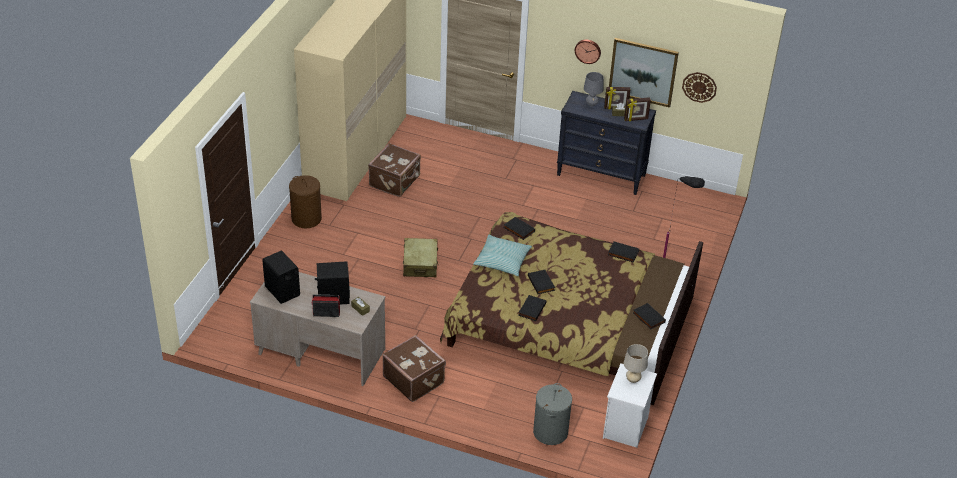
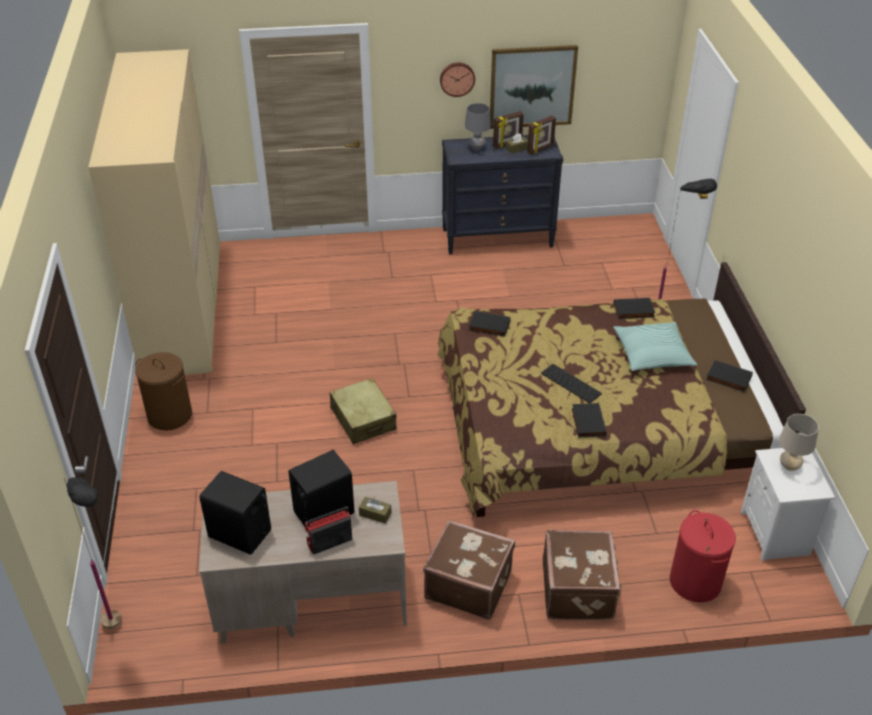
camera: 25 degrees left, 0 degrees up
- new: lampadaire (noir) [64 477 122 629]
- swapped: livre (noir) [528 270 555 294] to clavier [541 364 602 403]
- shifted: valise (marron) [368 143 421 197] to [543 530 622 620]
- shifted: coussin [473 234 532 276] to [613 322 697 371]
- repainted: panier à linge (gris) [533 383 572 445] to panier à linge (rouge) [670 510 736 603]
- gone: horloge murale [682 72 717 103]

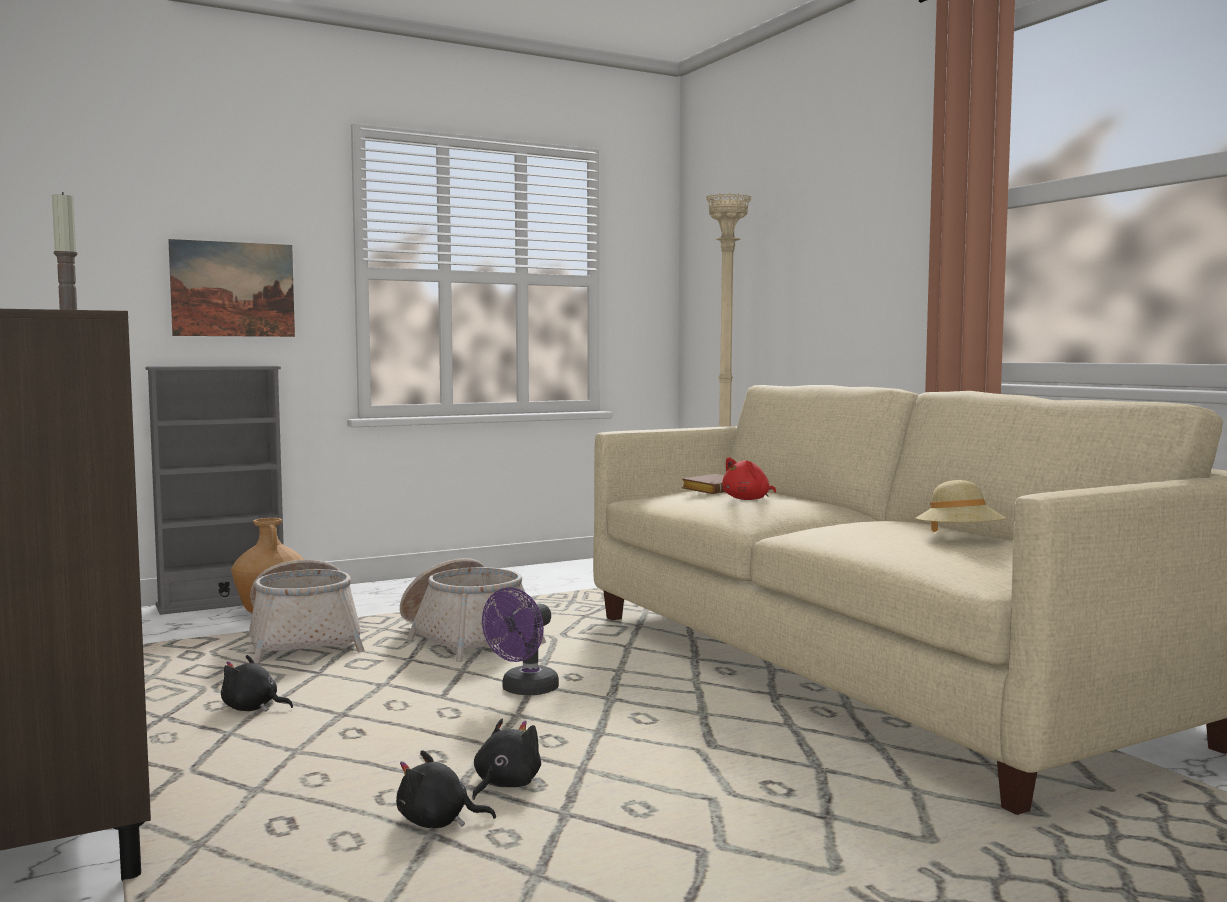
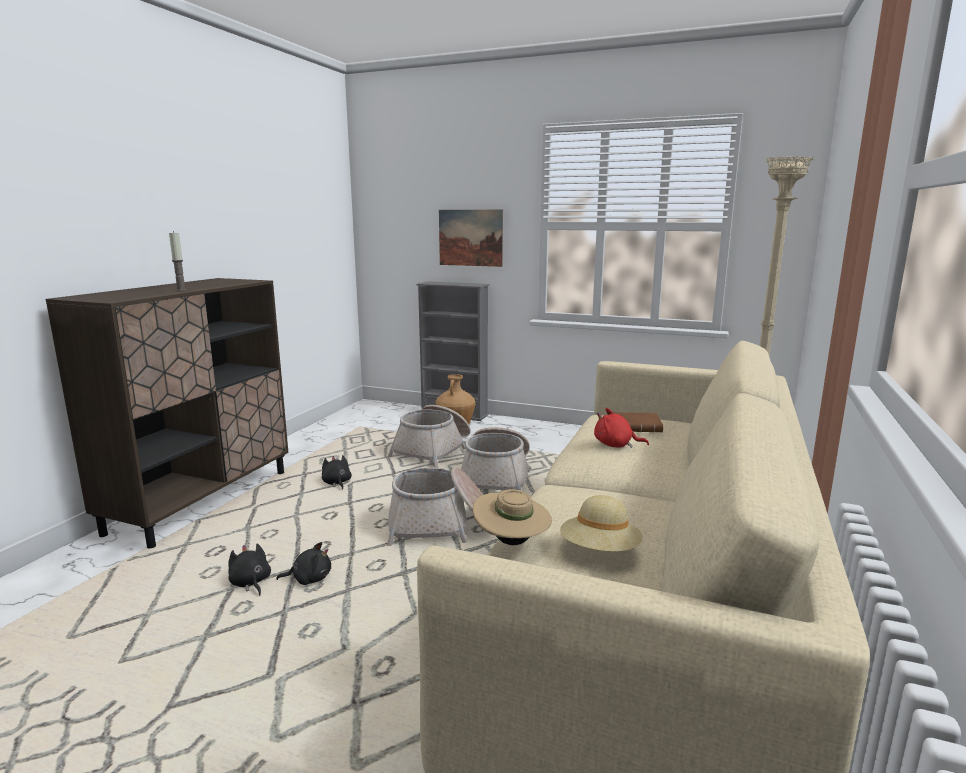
camera: 50 degrees right, 10 degrees up
- swapped: ventilateur (violet) [482 587 559 695] to panier [387 467 483 546]
- new: chapeau (beige) [473 489 552 545]

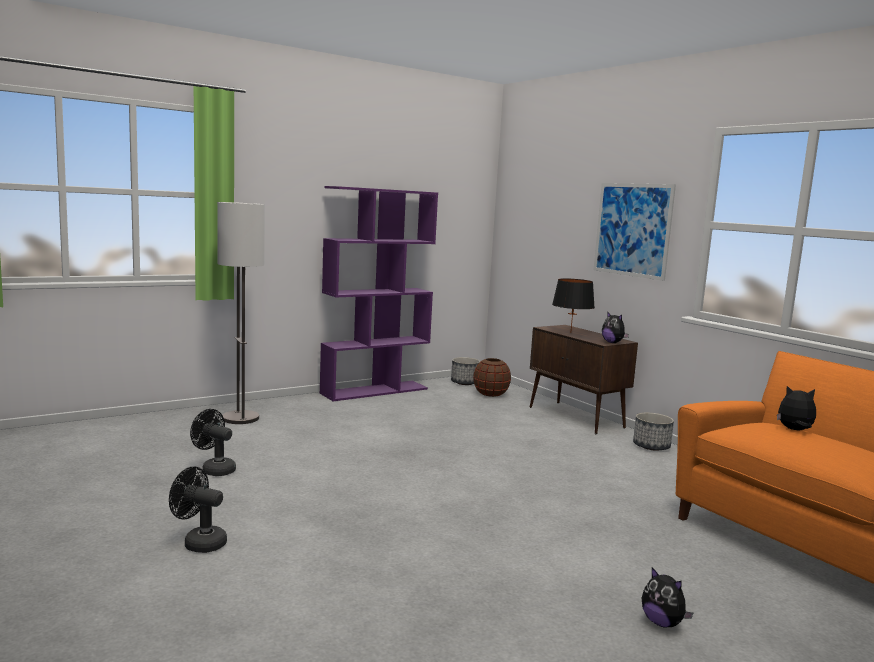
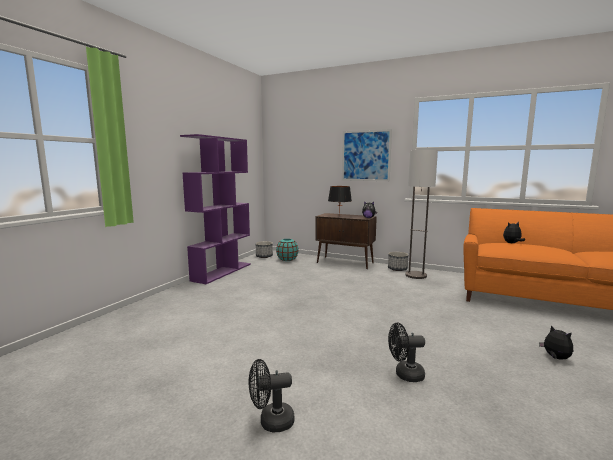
camera: 30 degrees left, 0 degrees up
- repainted: vase (marron) [473 358 511 397] to vase (turquoise) [276 239 299 261]
- shifted: ventilateur (noir) [190 409 236 476] to [388 322 425 382]
- shifted: lampadaire [217 202 265 424] to [405 150 438 279]
- rotated: peluche [642 567 693 627] = [539 325 573 360] 135 degrees counterclockwise

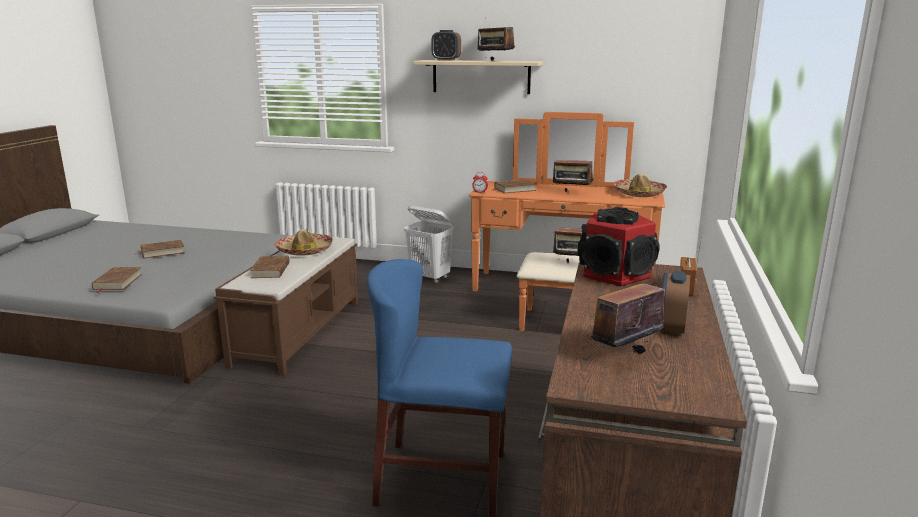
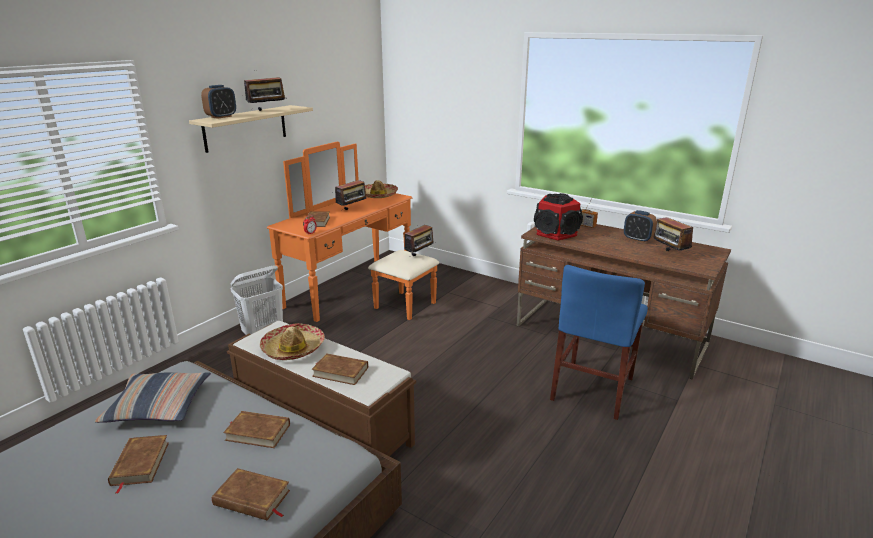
camera: 70 degrees left, 5 degrees up
- new: coussin [95 372 211 423]
- new: livre (marron) [223 411 290 448]

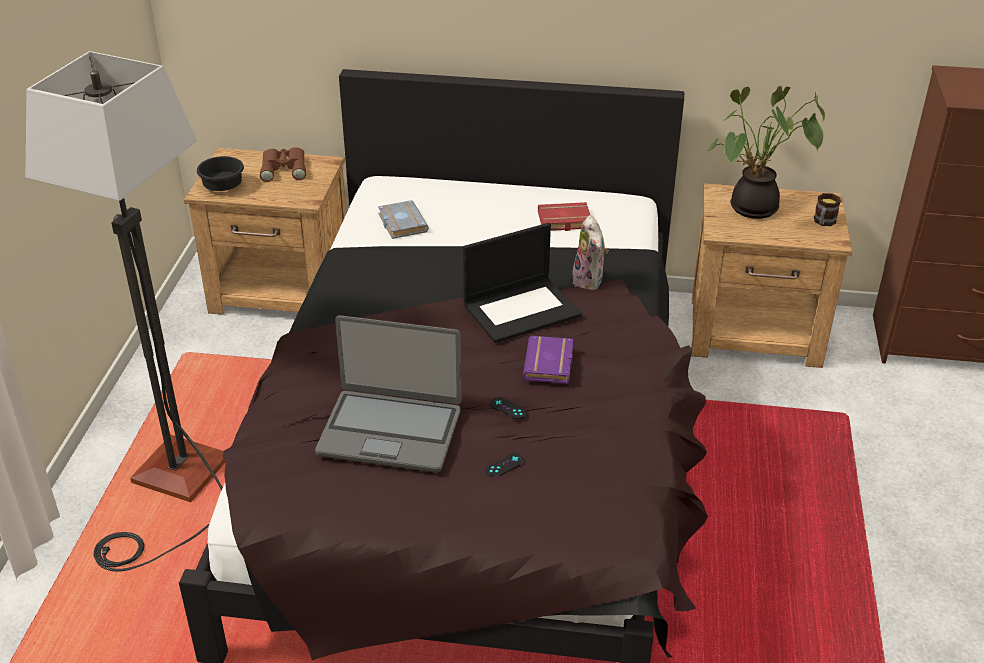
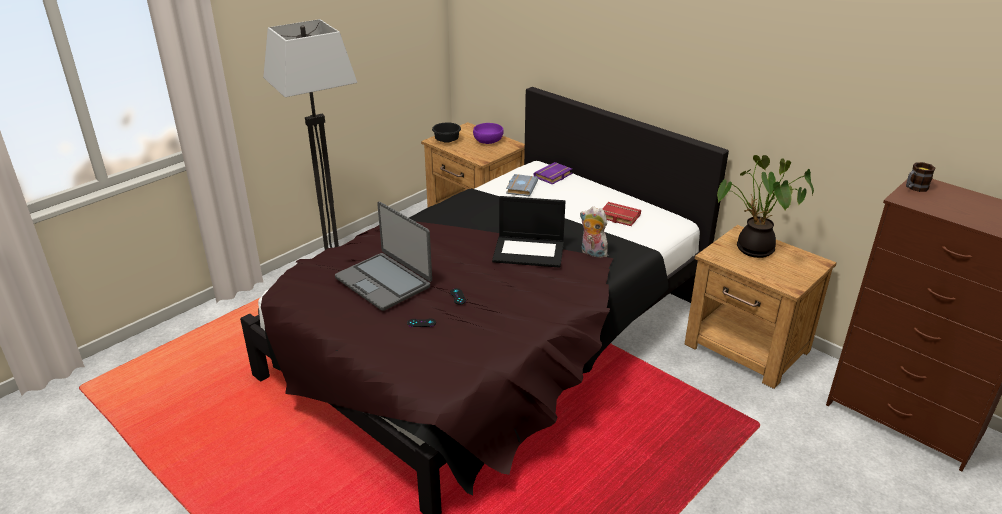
camera: 35 degrees right, 5 degrees down
- swapped: jumelles (marron) [260 147 306 182] to bol (violet) [473 123 504 144]
- shifted: livre (violet) [523 336 573 384] to [533 162 572 185]
- rotated: peluche [570 215 608 290] = [580 206 608 258] 105 degrees clockwise
- shifted: mug [814 193 841 226] to [906 162 936 192]

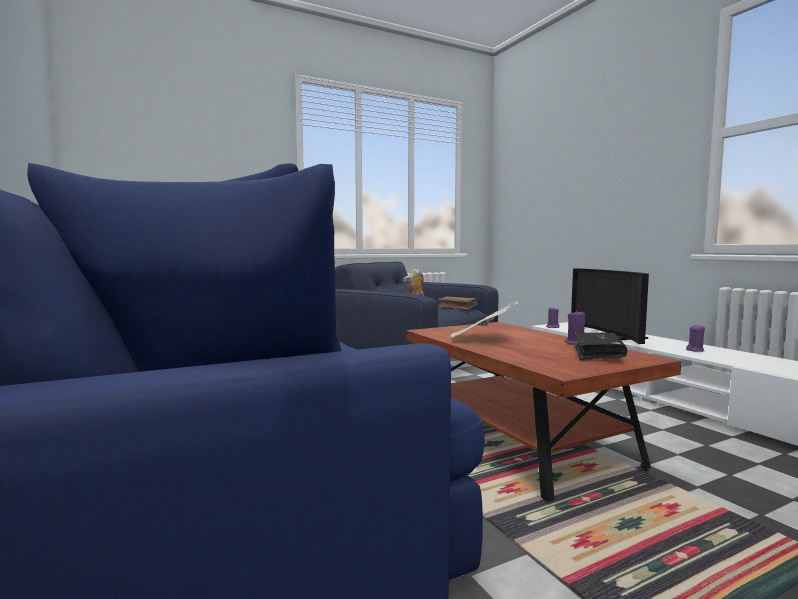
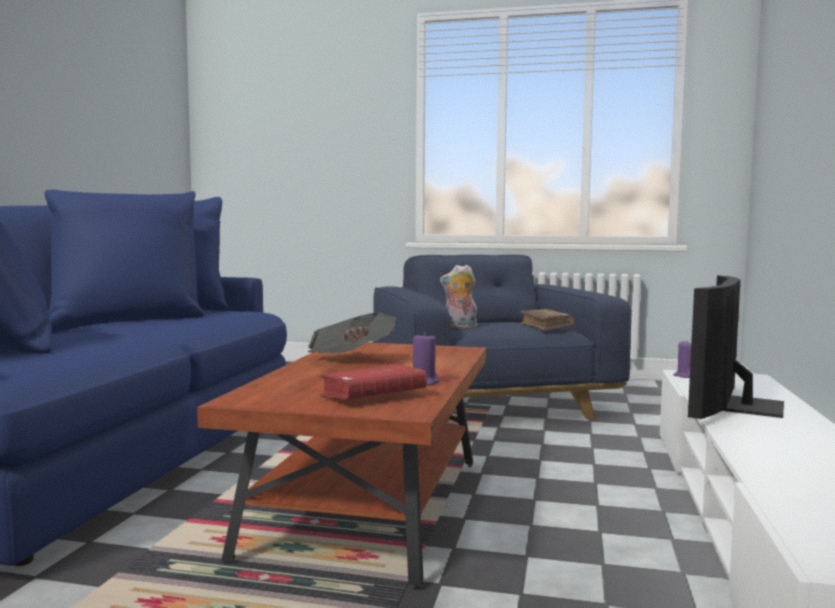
camera: 40 degrees right, 0 degrees up
- repainted: livre (noir) [575 332 627 360] to livre (rouge) [318 363 427 400]
- gone: bougie (violet) [686 325 705 352]

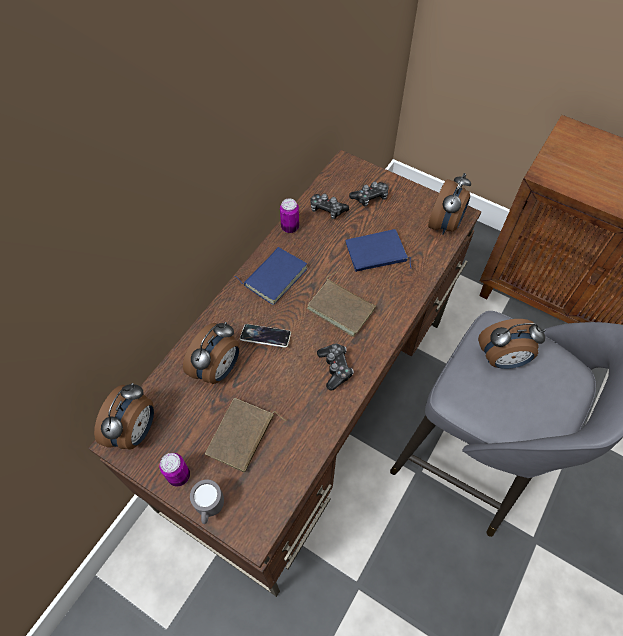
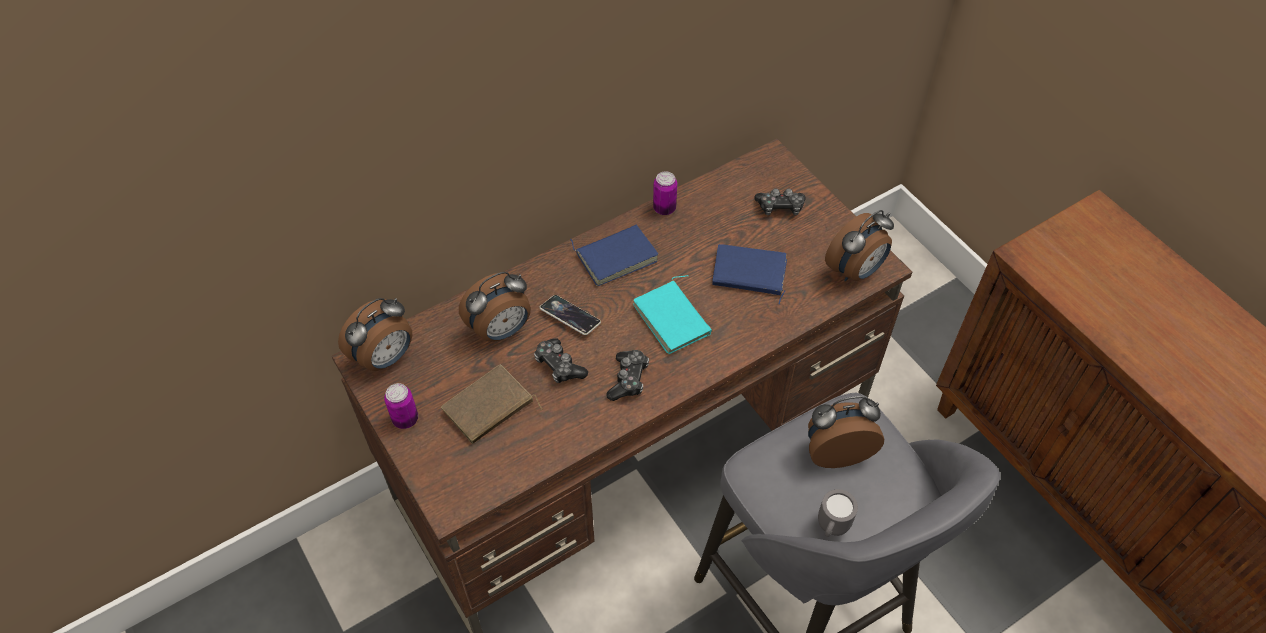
camera: 25 degrees right, 5 degrees down
- shifted: manette [310 194 349 219] to [534 338 588 383]
- repainted: livre (marron) [307 272 376 337] to livre (turquoise) [633 275 712 354]
- rotated: réveil [478 319 546 369] = [808 396 884 468] 150 degrees clockwise
- shifted: mug (gris) [190 480 224 524] to [818 489 858 537]

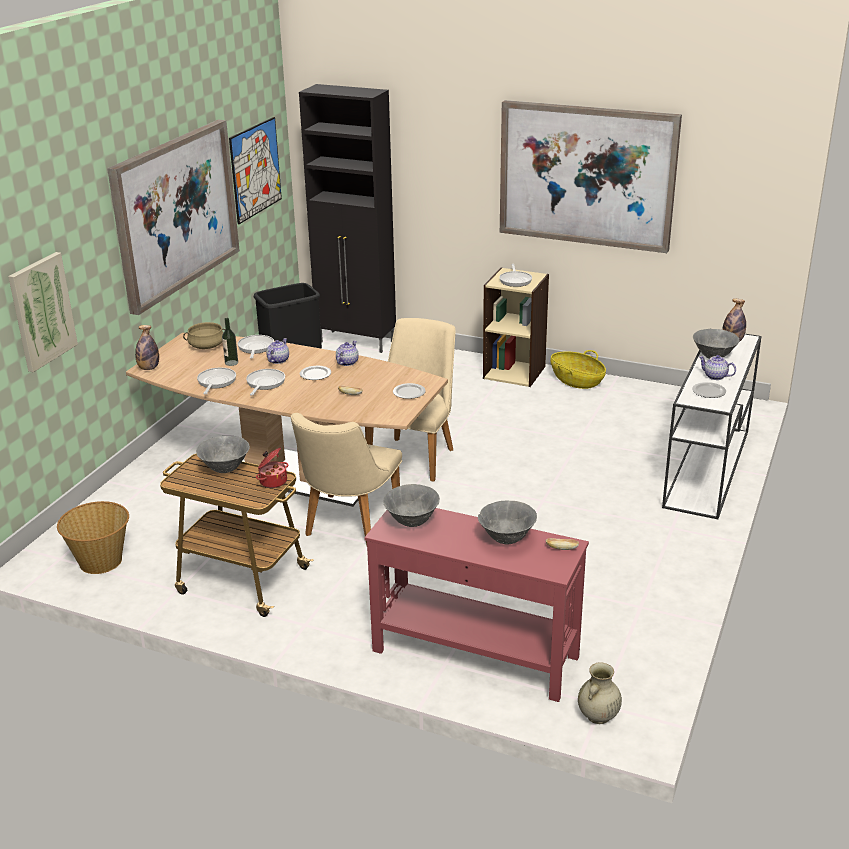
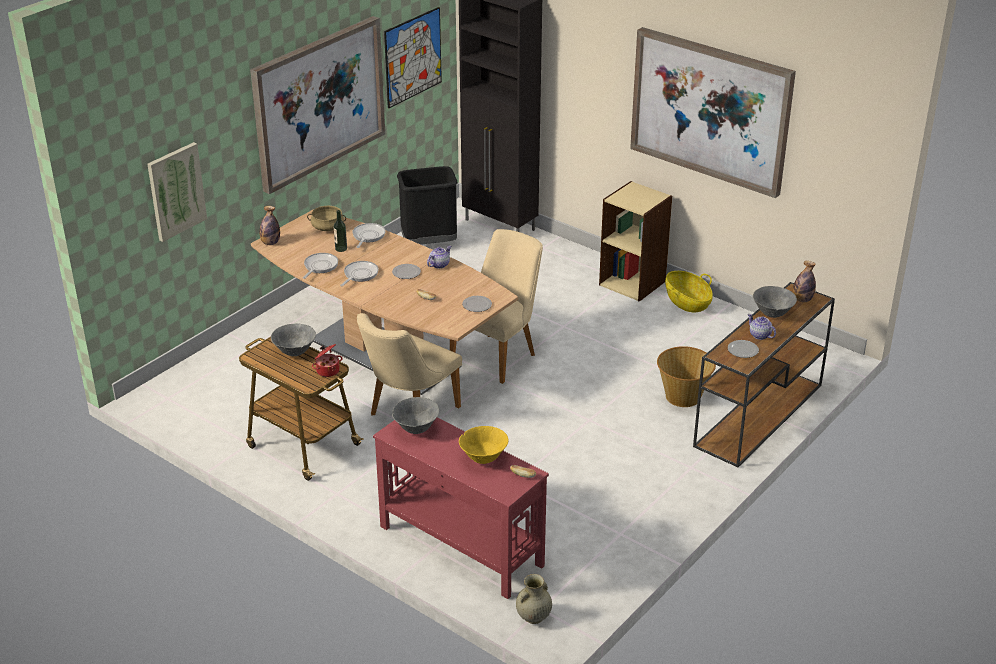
camera: 15 degrees right, 5 degrees up
- repainted: bol (gris) [478 500 537 545] to bol (jaune) [459 426 509 464]
- shifted: panier [57 501 129 574] to [657 346 716 407]
- repainted: table console (blanc) [662 334 762 519] to table console (marron) [693 282 835 467]
- gone: théière [266 338 289 364]
- gone: poêle [499 264 532 287]

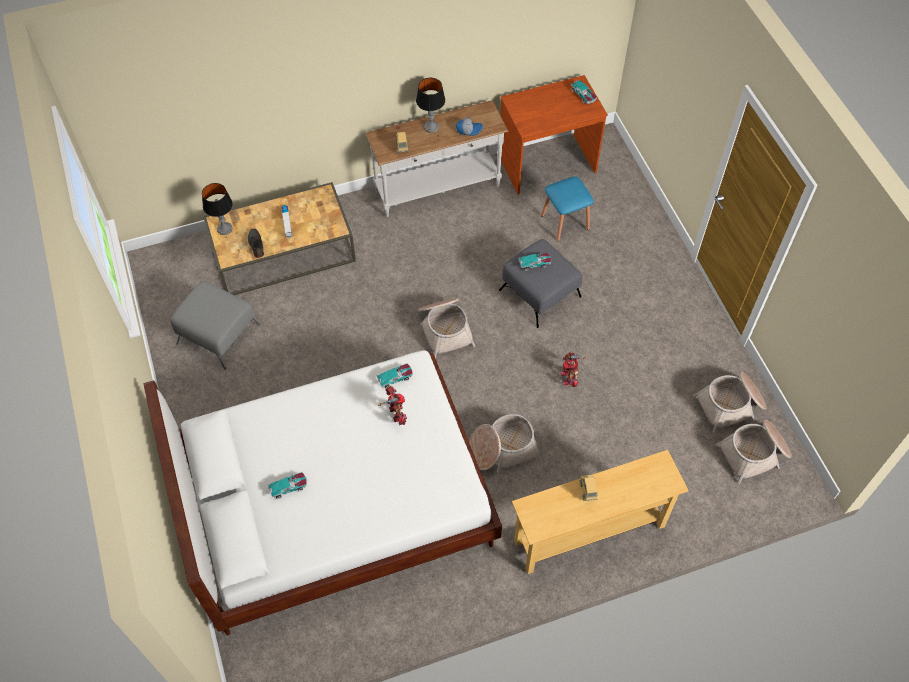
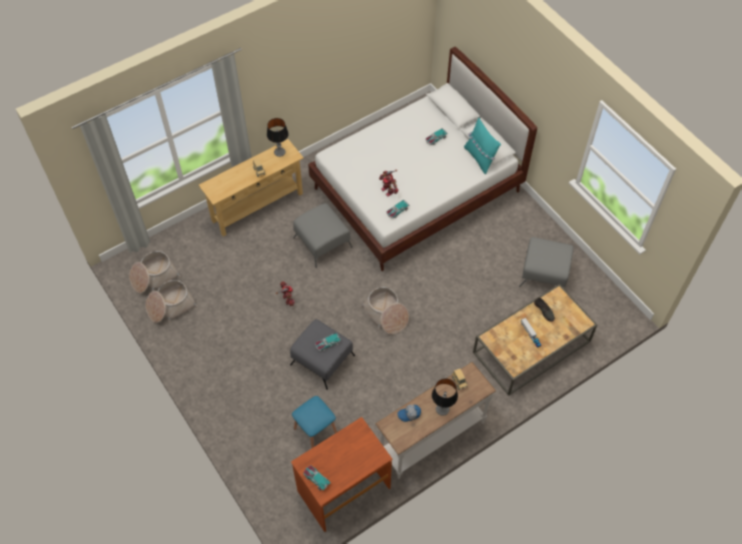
camera: 165 degrees right, 0 degrees up
- shifted: lampe de table [202 183 233 235] to [267 118 288 157]
- swapped: panier [469 414 541 473] to pouf (gris) [293 203 352 268]
- new: coussin (turquoise) [464 118 501 174]

